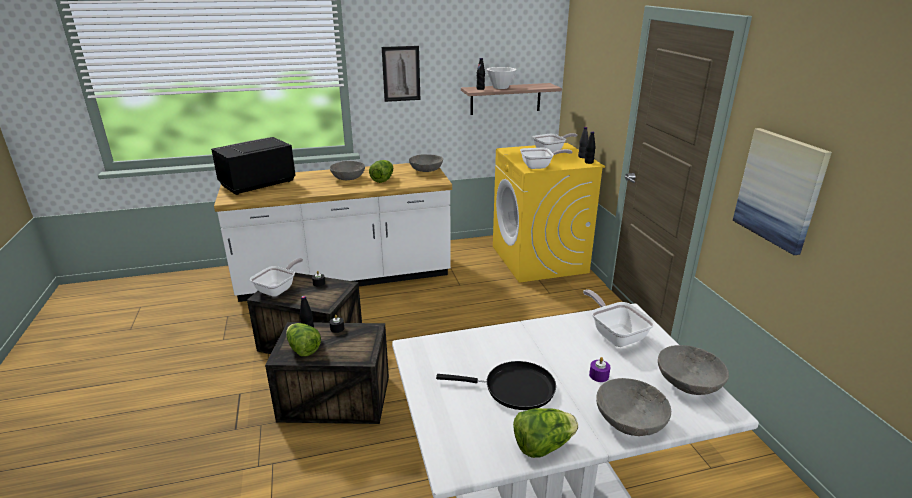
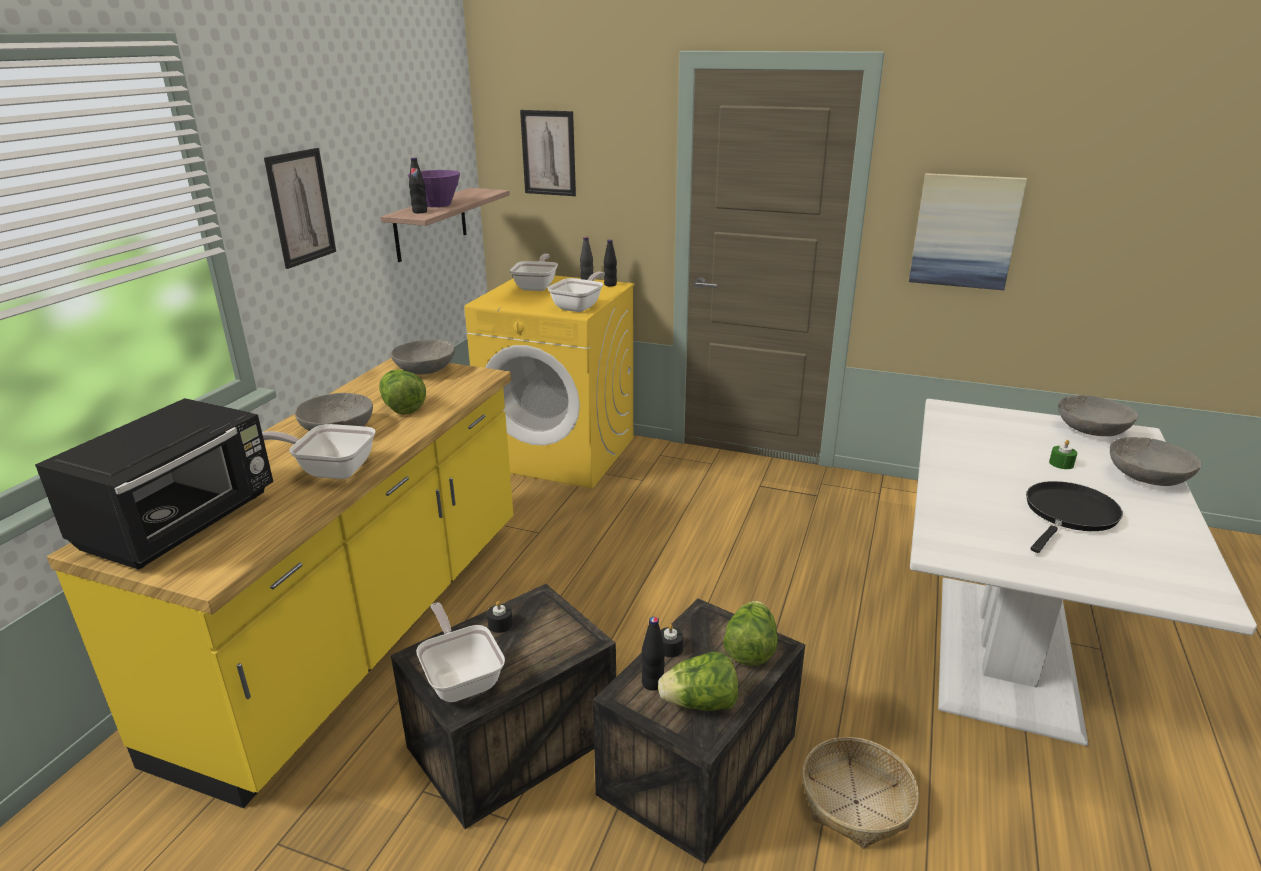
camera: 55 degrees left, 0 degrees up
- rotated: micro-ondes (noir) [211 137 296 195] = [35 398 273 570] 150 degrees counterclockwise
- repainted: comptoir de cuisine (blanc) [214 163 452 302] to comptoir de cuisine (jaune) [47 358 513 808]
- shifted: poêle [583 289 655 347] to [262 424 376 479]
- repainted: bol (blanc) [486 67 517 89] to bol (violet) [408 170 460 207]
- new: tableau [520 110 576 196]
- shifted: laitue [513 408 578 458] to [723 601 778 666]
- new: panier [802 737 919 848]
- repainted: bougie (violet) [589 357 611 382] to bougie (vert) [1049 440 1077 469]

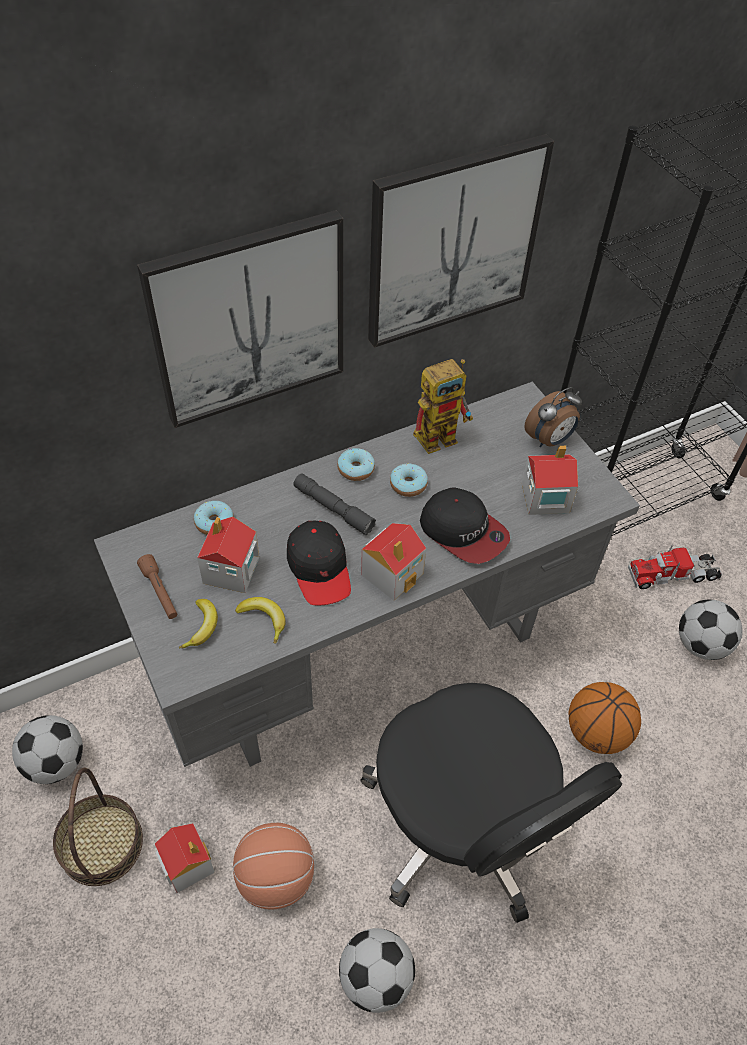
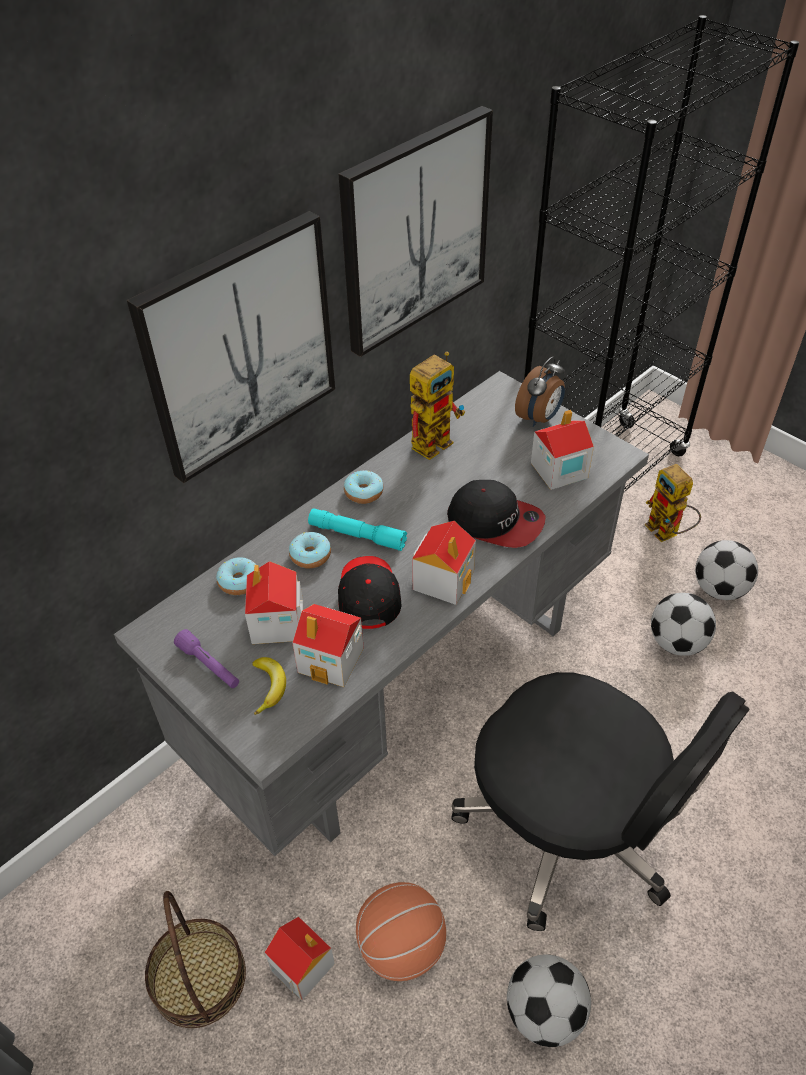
camera: 15 degrees left, 5 degrees down
- repainted: lampe de poche (marron) [137 554 178 619] to lampe de poche (violet) [174 629 239 688]
- shifted: beignet [390 463 428 497] to [289 532 331 568]
- swapped: banane [235 597 286 644] to maison miniature [292 604 364 687]
- repainted: lampe de poche (gris) [293 473 376 535] to lampe de poche (turquoise) [308 508 407 551]
- rotated: casquette (noir) [287 521 351 605] = [338 556 402 629] 150 degrees counterclockwise
- swapped: camion jouet [628 545 722 589] to robot jouet [645 464 701 542]
- shifted: ballon de foot [12 715 83 784] to [651 593 716 656]
- gone: ballon de basket [569 682 641 754]

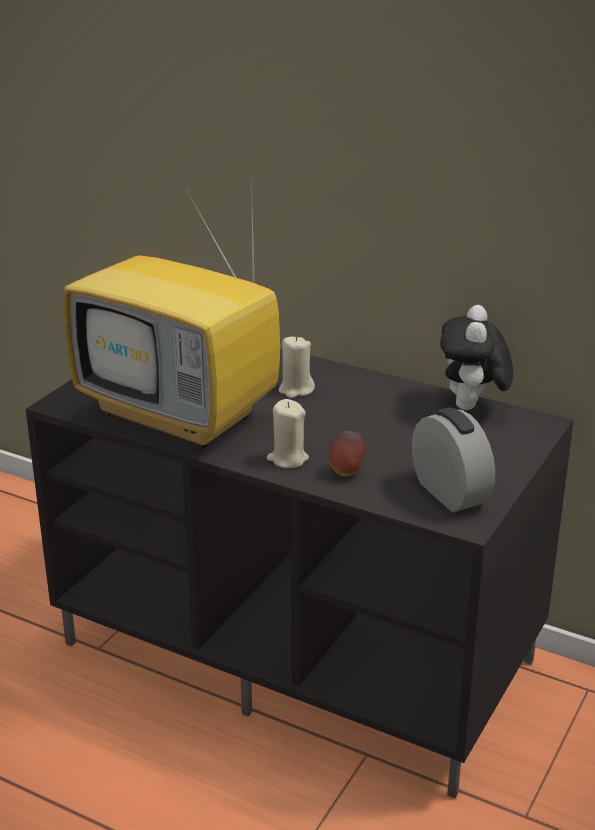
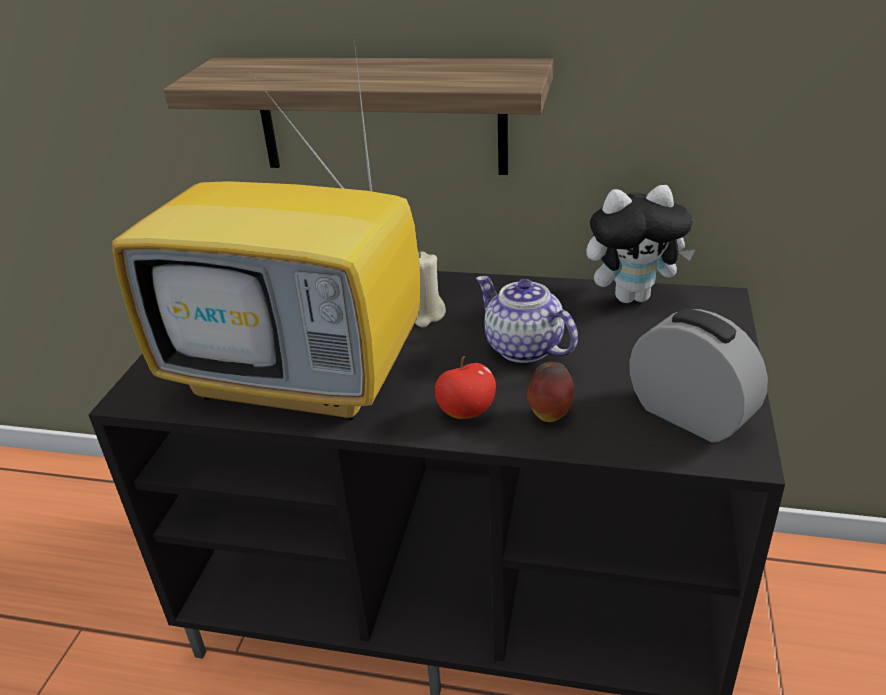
camera: 15 degrees left, 5 degrees up
- new: étagère [163 58 553 175]
- swapped: bougie (beige) [267 399 309 468] to pomme [435 356 496 419]
- new: théière [476 276 578 363]
- rotated: peluche [440 305 513 410] = [586 185 696 303] 90 degrees counterclockwise

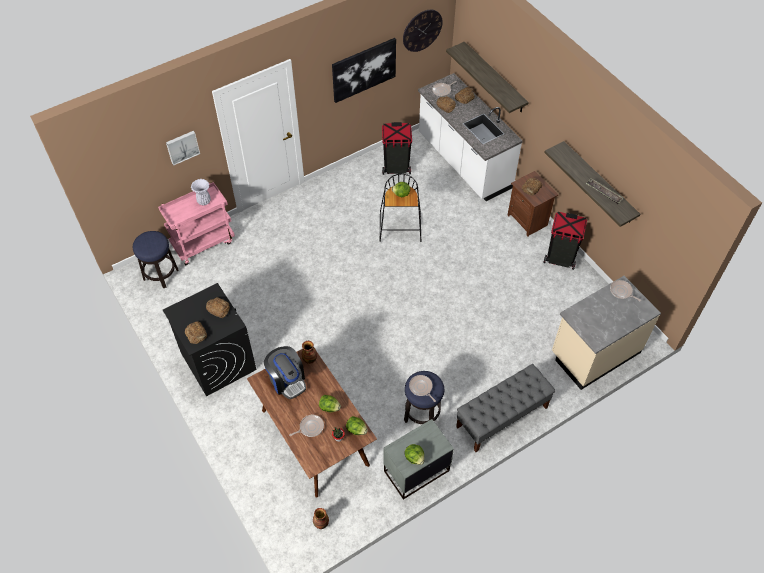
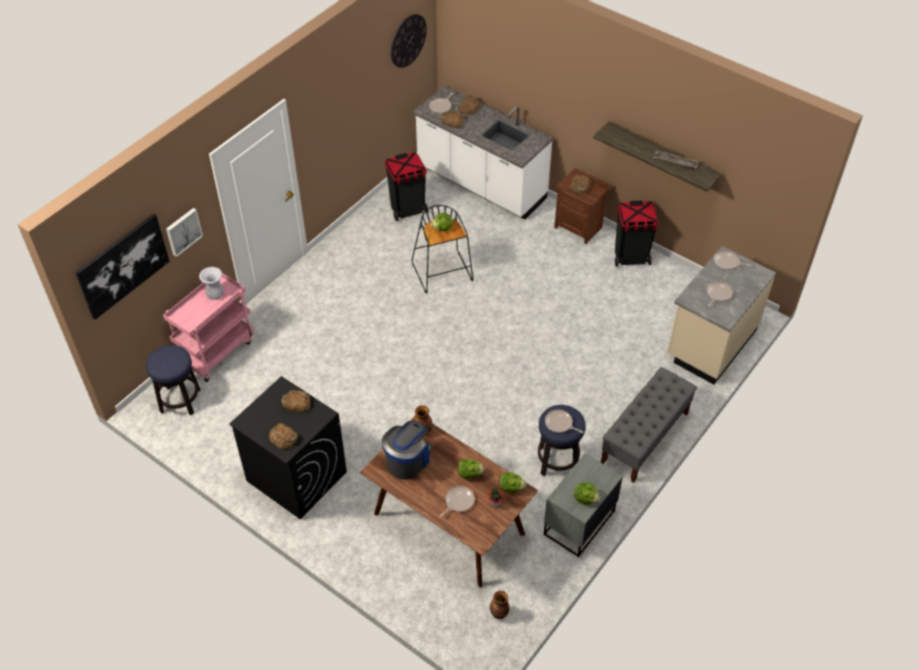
camera: 20 degrees left, 5 degrees down
- shifted: tableau [332 38 396 103] to [75 214 170 320]
- rotated: machine à café [264 346 306 399] = [382 421 432 480] 90 degrees counterclockwise
- new: poêle [707 281 733 307]
- gone: étagère [446 41 529 113]

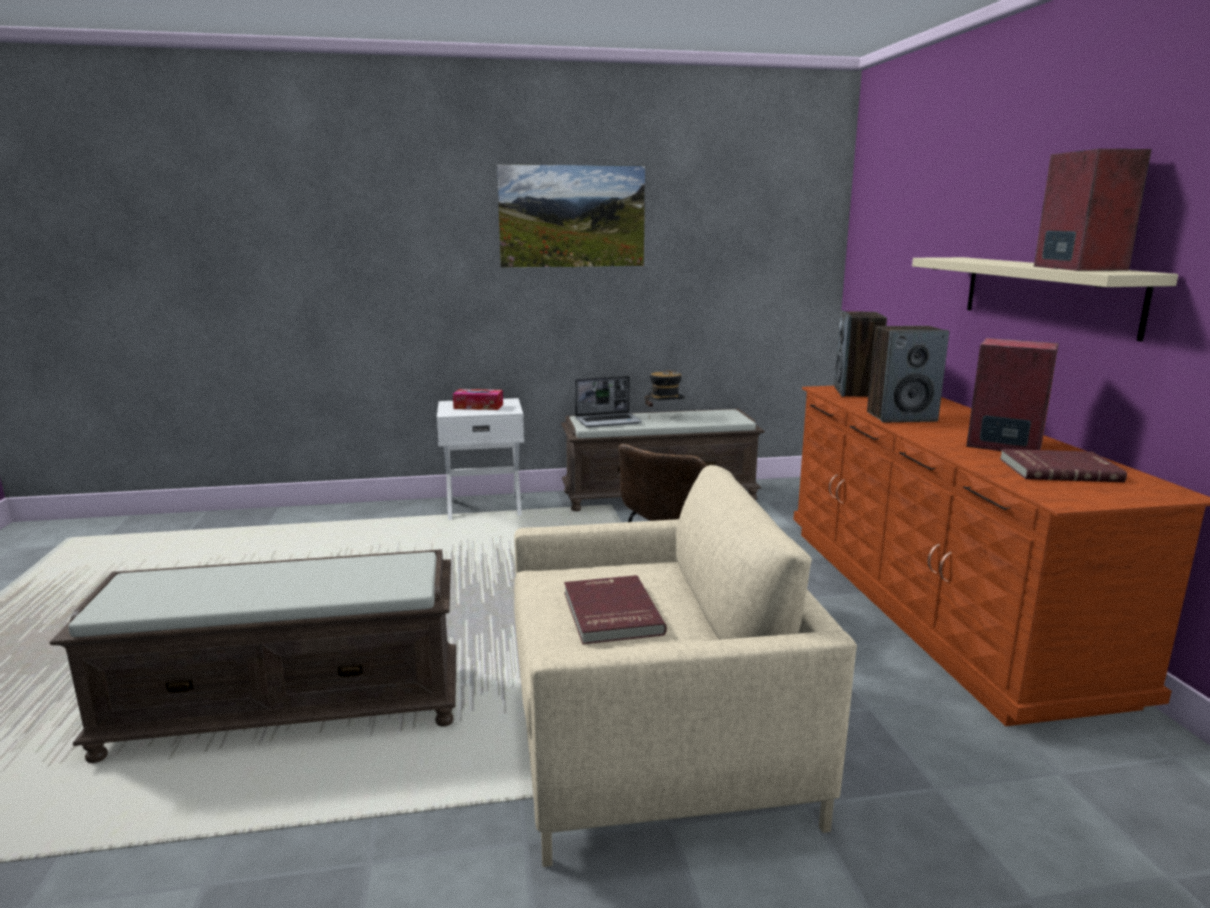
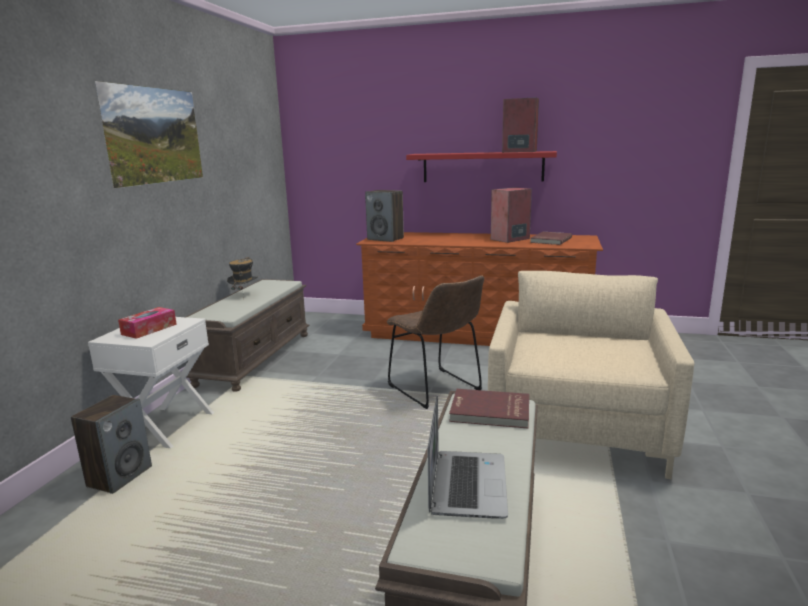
camera: 65 degrees left, 0 degrees up
- shifted: enceinte [867 326 949 422] to [71 395 152 494]
- repainted: étagère (beige) [912 257 1178 342] to étagère (rouge) [406 151 557 182]
- shifted: ordinateur portable [575 376 642 427] to [428 395 508 519]
- shifted: livre (rouge) [564 575 667 644] to [449 389 529 428]

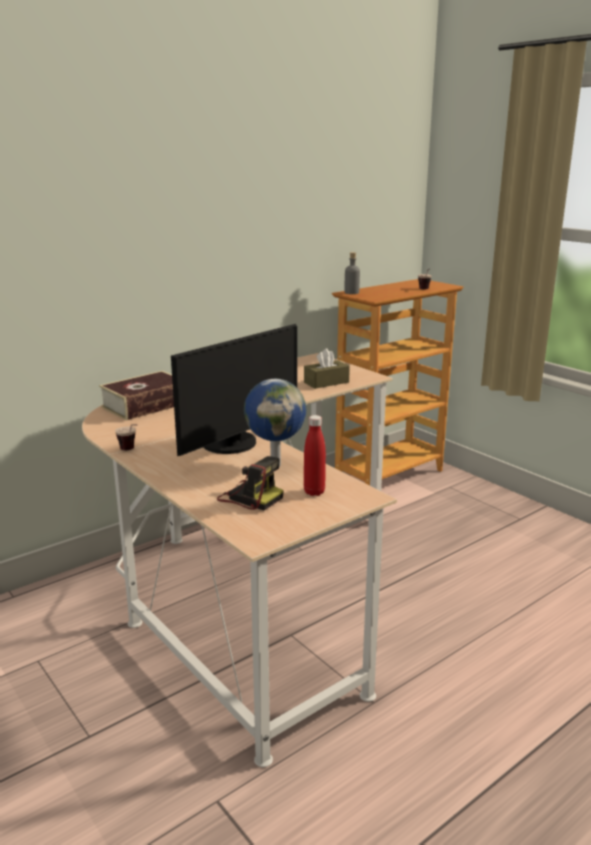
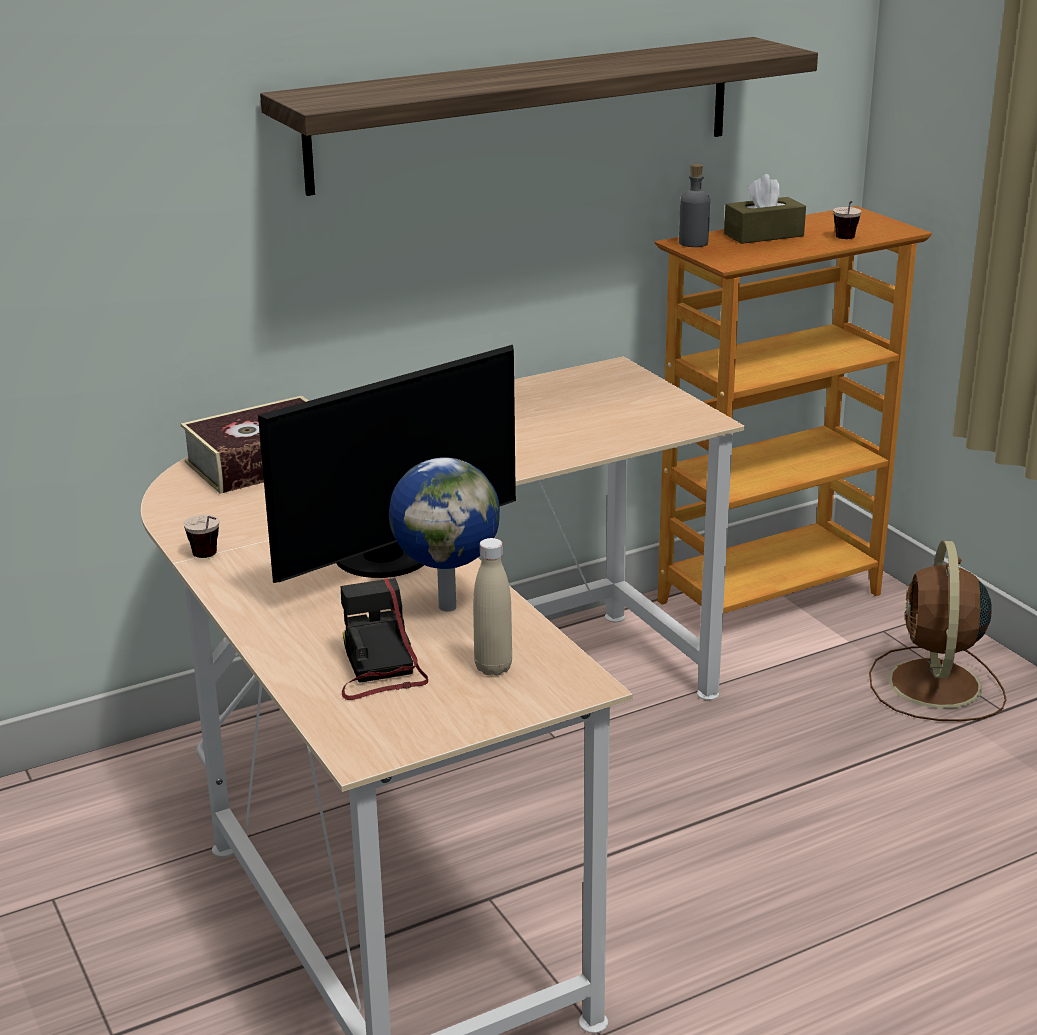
camera: 10 degrees right, 5 degrees up
- new: étagère [260 37 818 196]
- rotated: appareil photo [217 456 284 511] = [341 578 428 700] 150 degrees counterclockwise
- repainted: bouteille (rouge) [304 415 326 496] to bouteille (beige) [473 538 512 676]
- shifted: boîte à mouchoirs (marron) [304 348 350 389] to [724 174 806 244]
- new: ventilateur (marron) [869 540 1007 721]

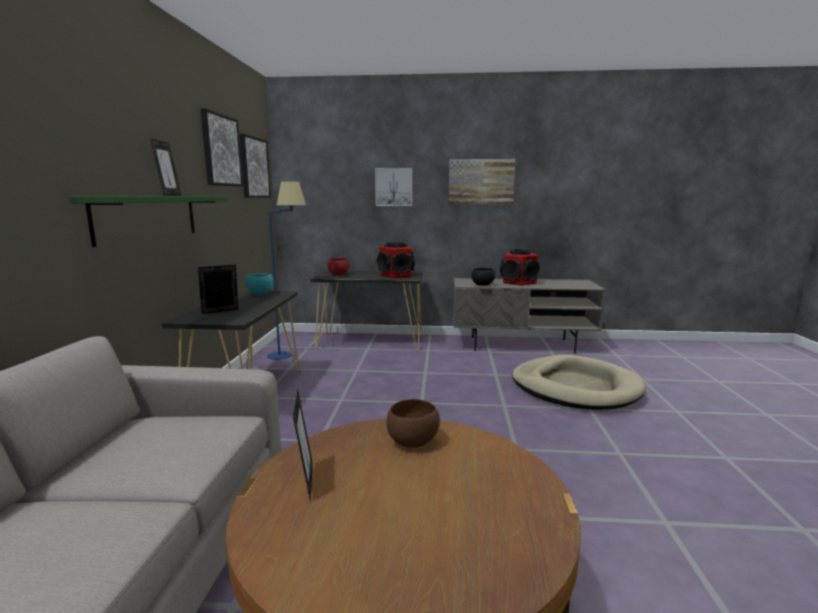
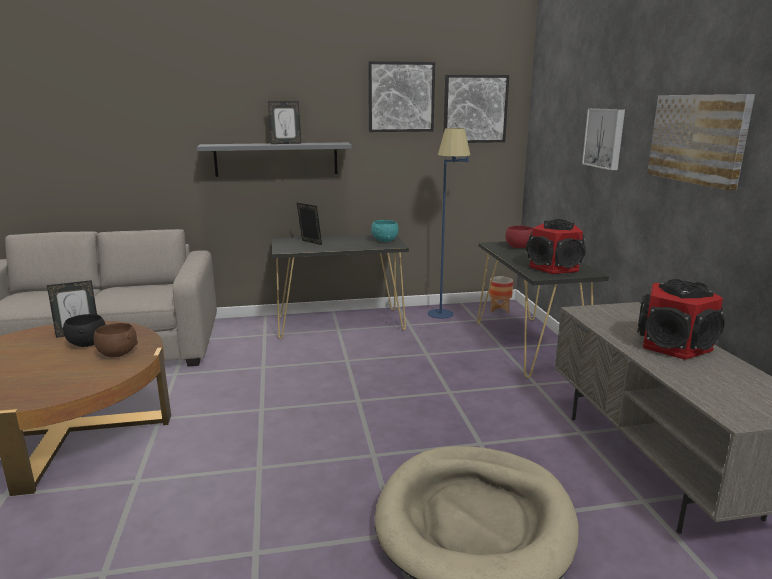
camera: 75 degrees right, 5 degrees up
- shifted: bol (noir) [471 268 496 285] to [63 314 106 347]
- repainted: étagère (vert) [69 196 228 247] to étagère (gris) [197 142 352 177]
- new: cache-pot [489 276 513 313]

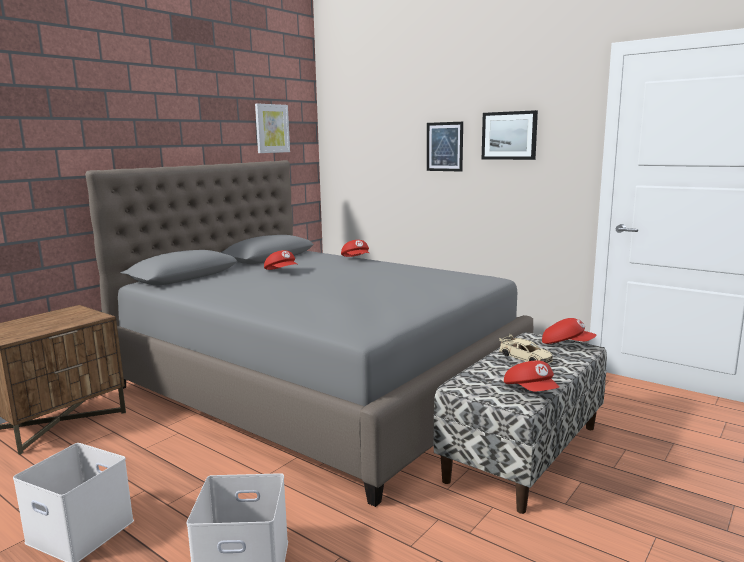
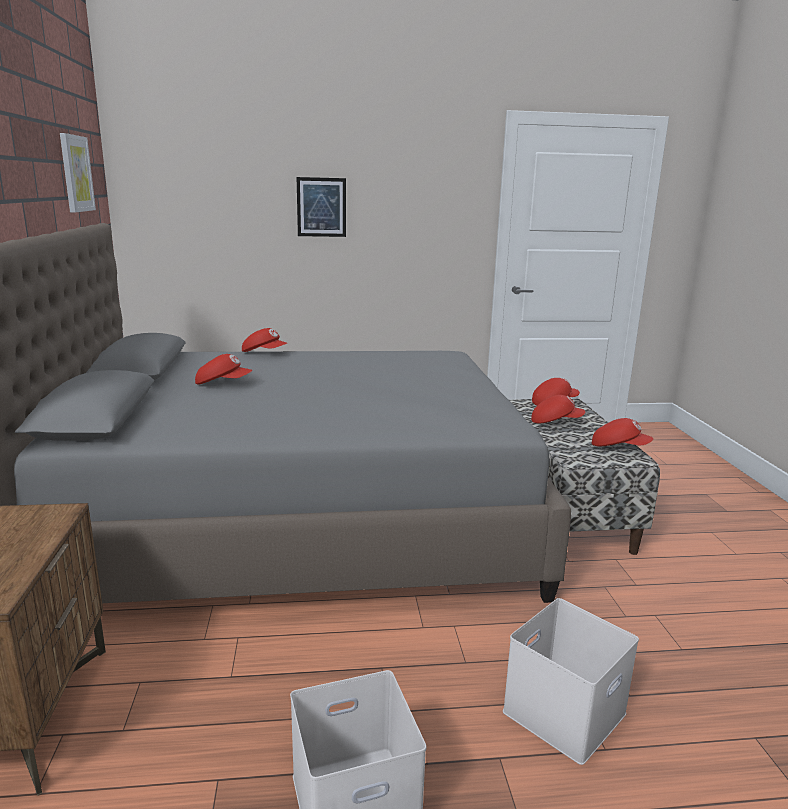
camera: 45 degrees left, 5 degrees up
- swapped: petite voiture (beige) [499 334 553 364] to casquette (rouge) [531 395 585 423]
- gone: tableau [482 110 538 160]

